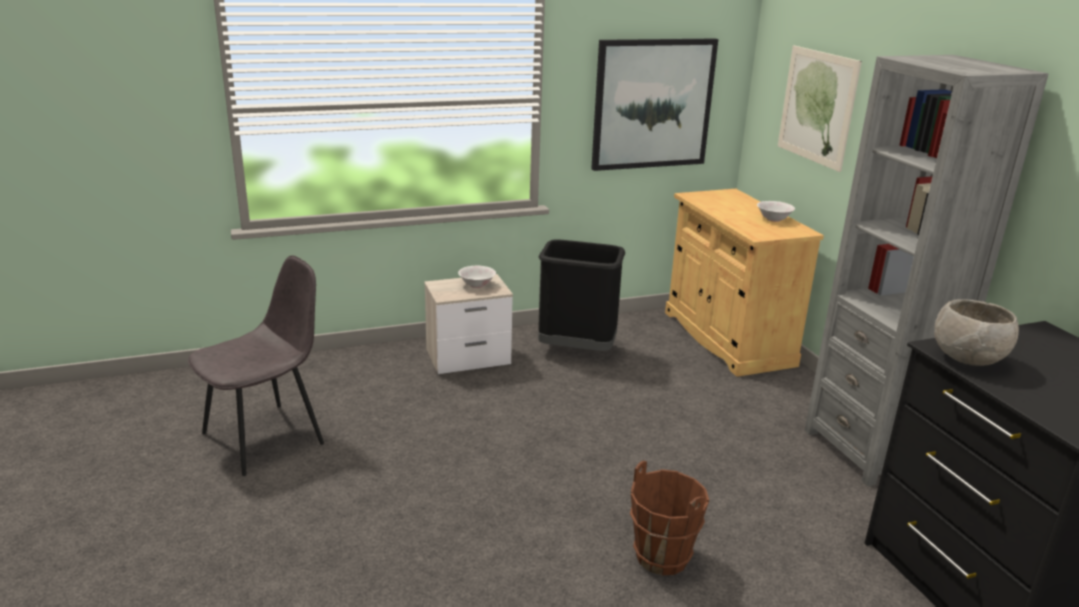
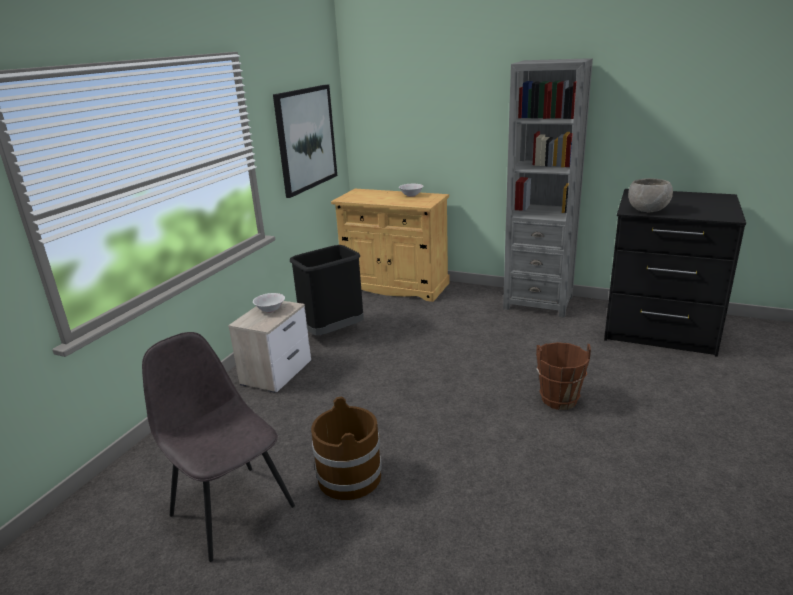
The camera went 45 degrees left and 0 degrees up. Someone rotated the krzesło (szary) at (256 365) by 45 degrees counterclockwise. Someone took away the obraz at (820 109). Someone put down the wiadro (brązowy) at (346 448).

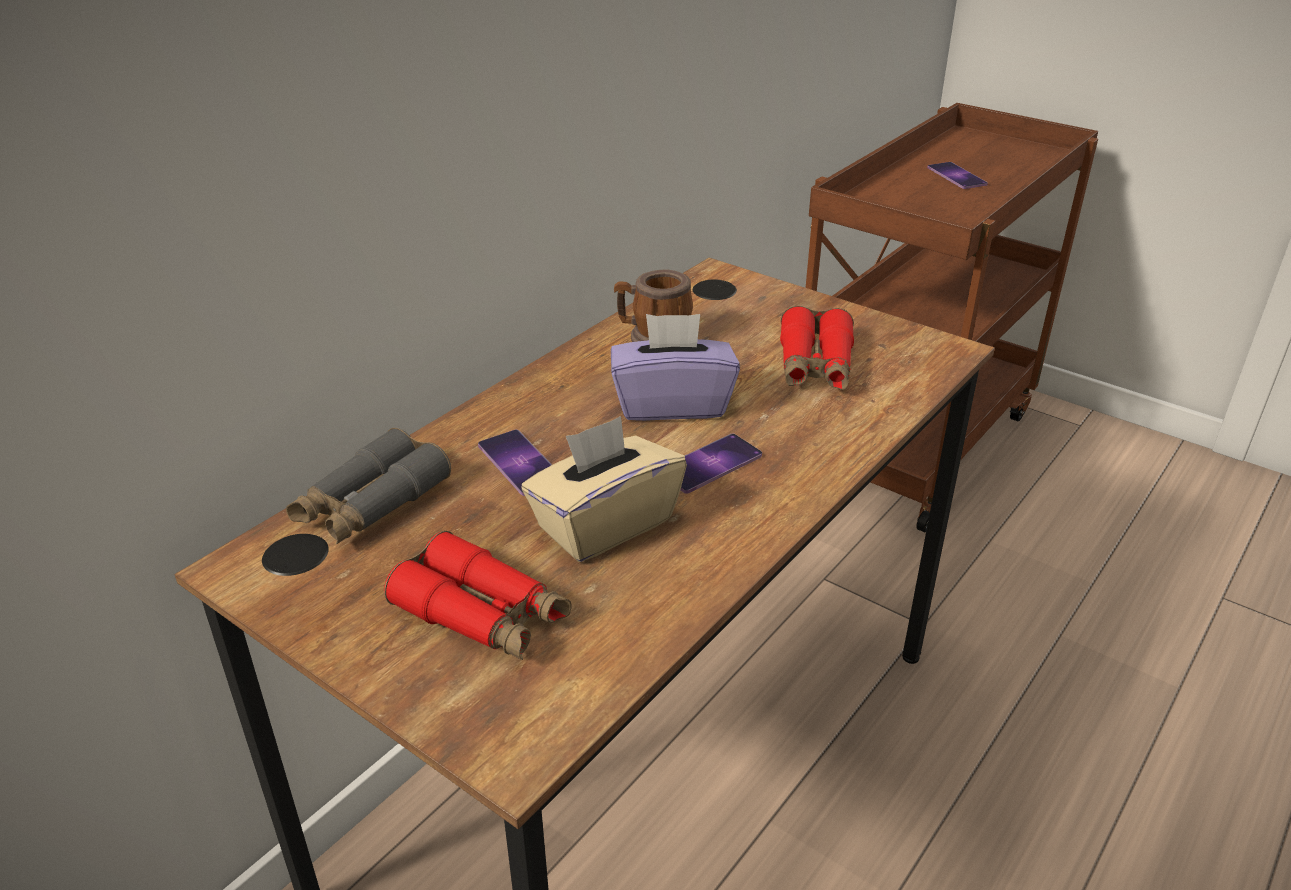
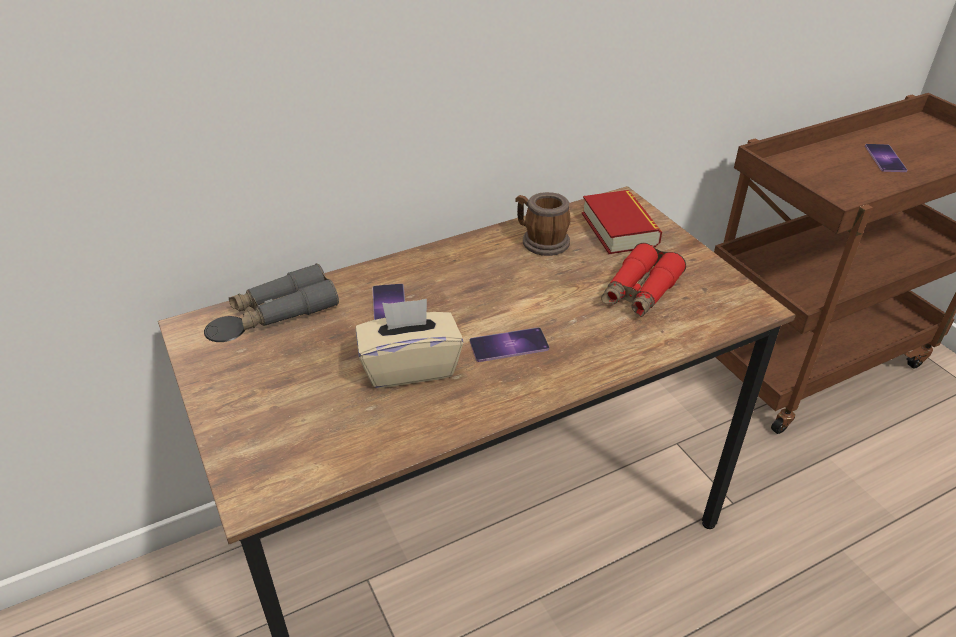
The camera went 25 degrees right and 5 degrees up. Someone took away the lornetka (czerwony) at (478 595). Someone took away the pudełko chusteczek (fioletowy) at (675 367). Someone put down the książka at (622 222).

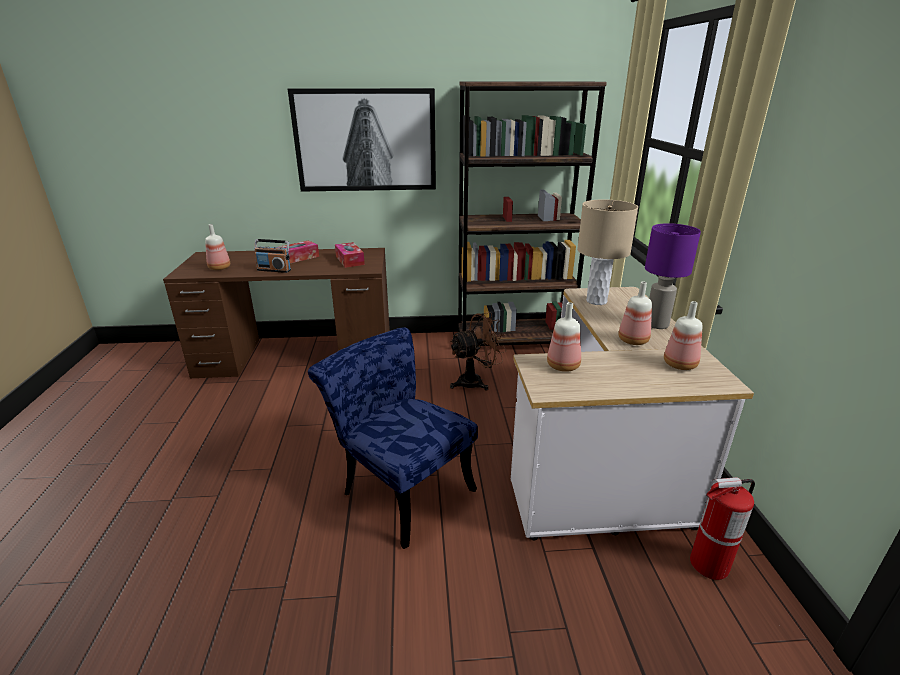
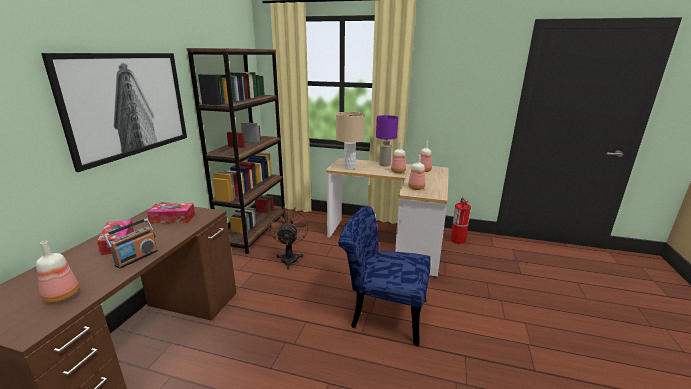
The camera went 70 degrees left and 5 degrees down. Someone rotated the krzesło (niebieski) at (393 438) by 45 degrees clockwise.

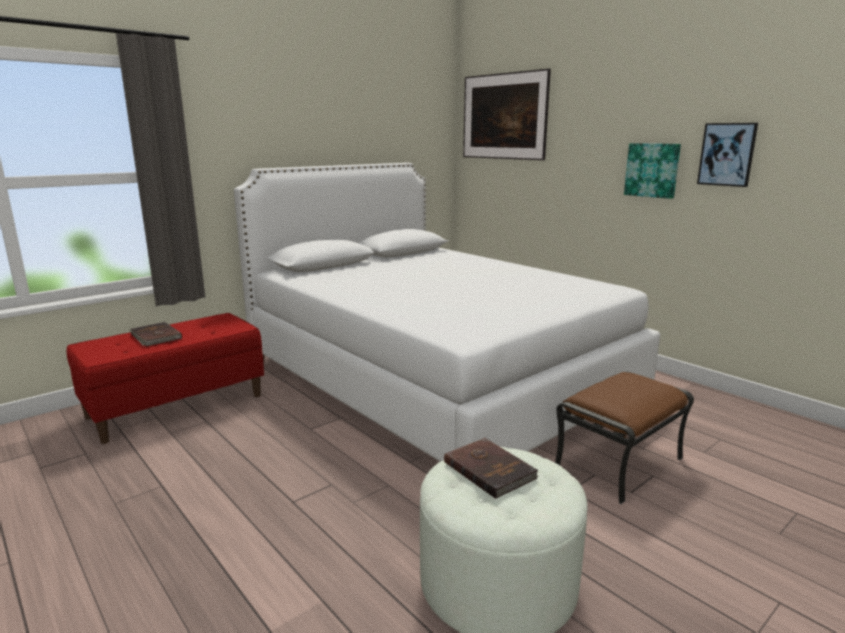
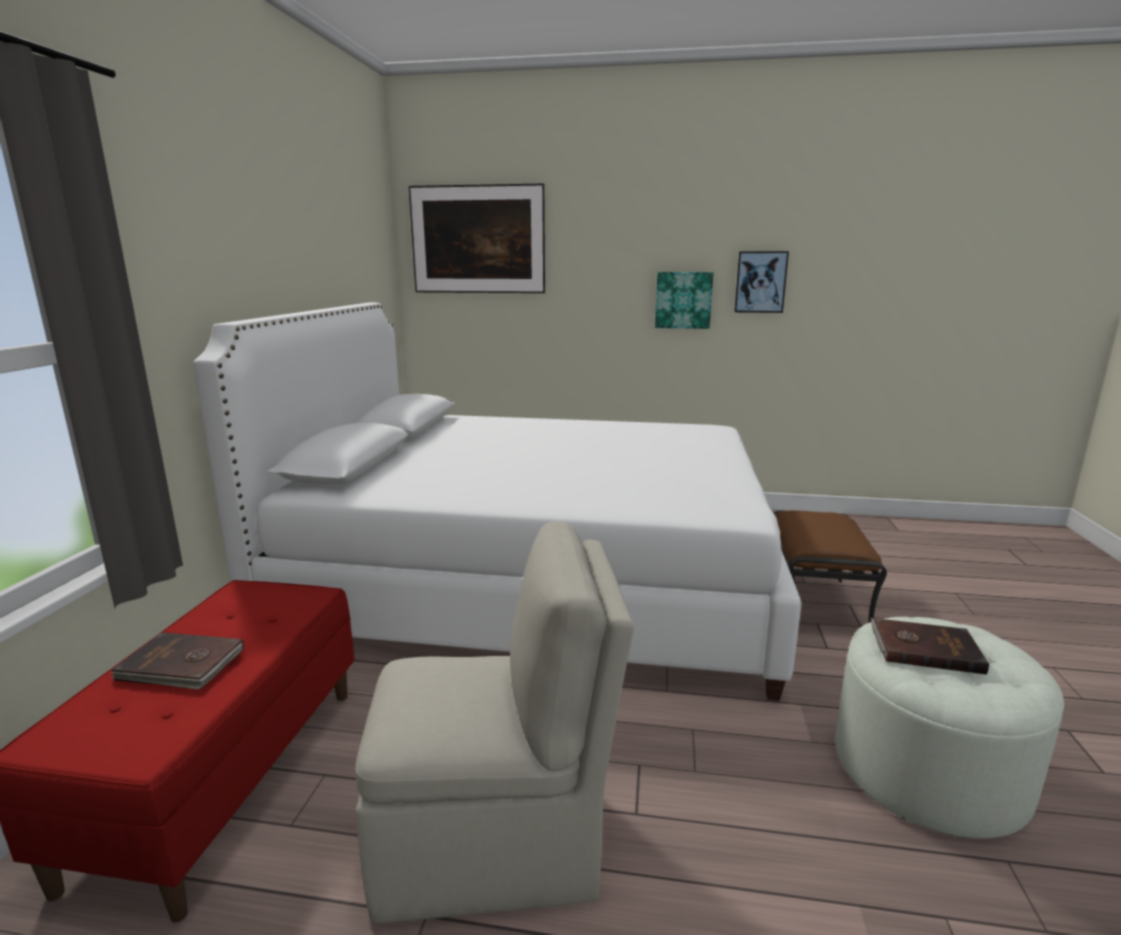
The camera went 40 degrees left and 0 degrees up. Someone put down the krzesło (beżowy) at (494 723).

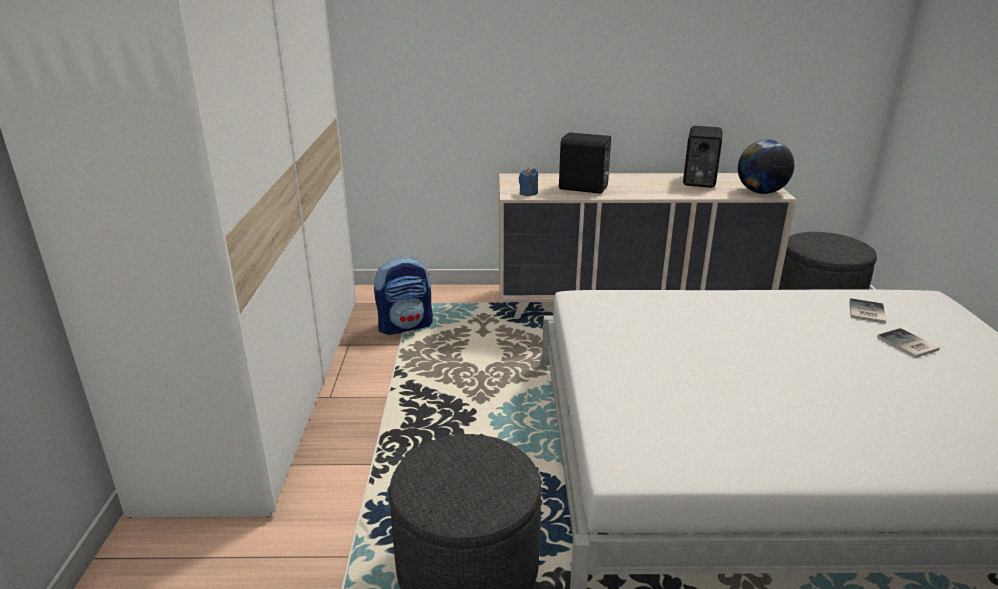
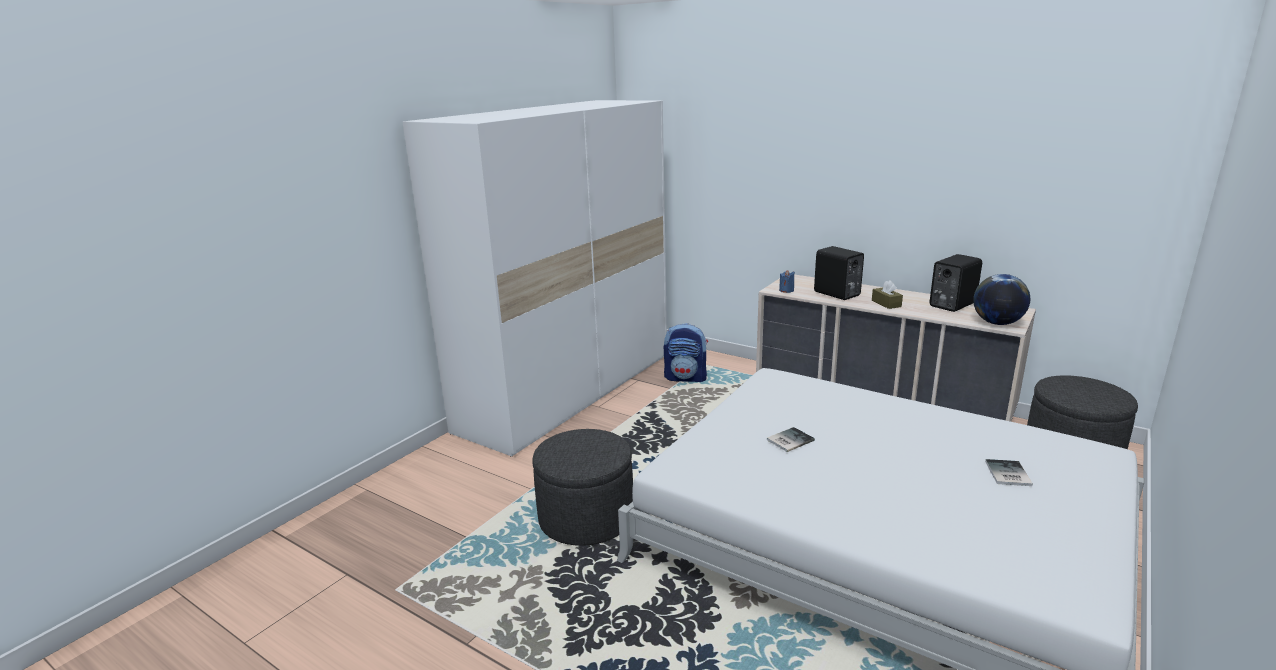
The camera went 35 degrees right and 5 degrees down. Someone carried the książka from (867 310) to (791 439). Someone put down the pudełko chusteczek (brązowy) at (887 294).

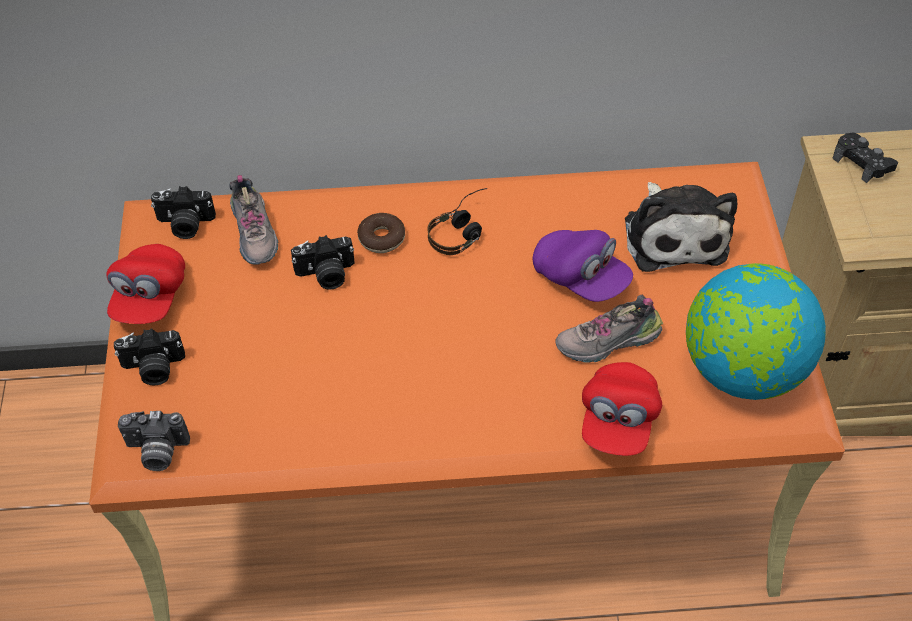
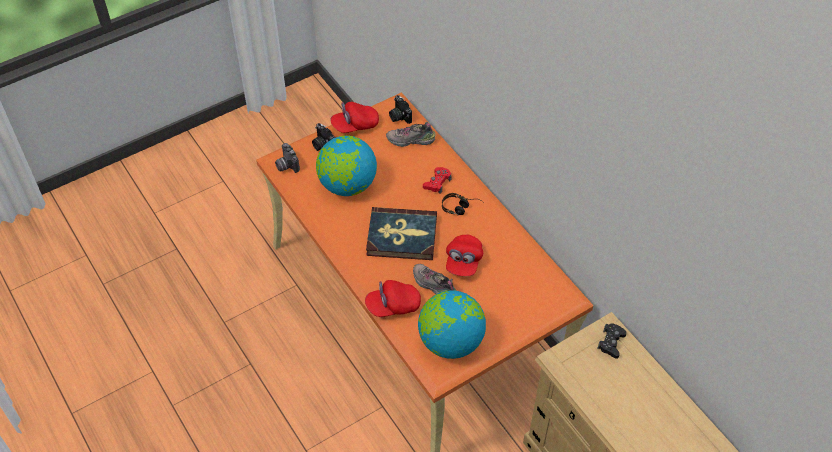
The camera went 60 degrees right and 0 degrees up. Someone rotated the but at (254 220) by 45 degrees clockwise. Someone took away the aparat fotograficzny at (322 262). Someone swapped the donut at (381 233) for the pad do gier (czerwony) at (437 180). Someone repainted the czapka z daszkiem (fioletowy) at (583 266), which became the czapka z daszkiem (czerwony) at (464 255). Someone took away the pluszak at (681 227). Someone put down the globus at (346 166). Someone put down the książka at (401 233).

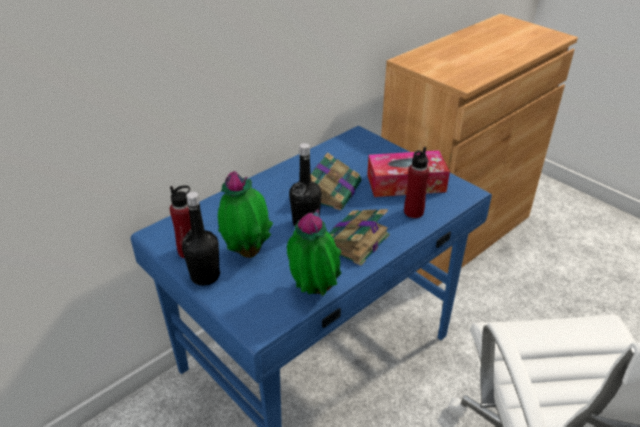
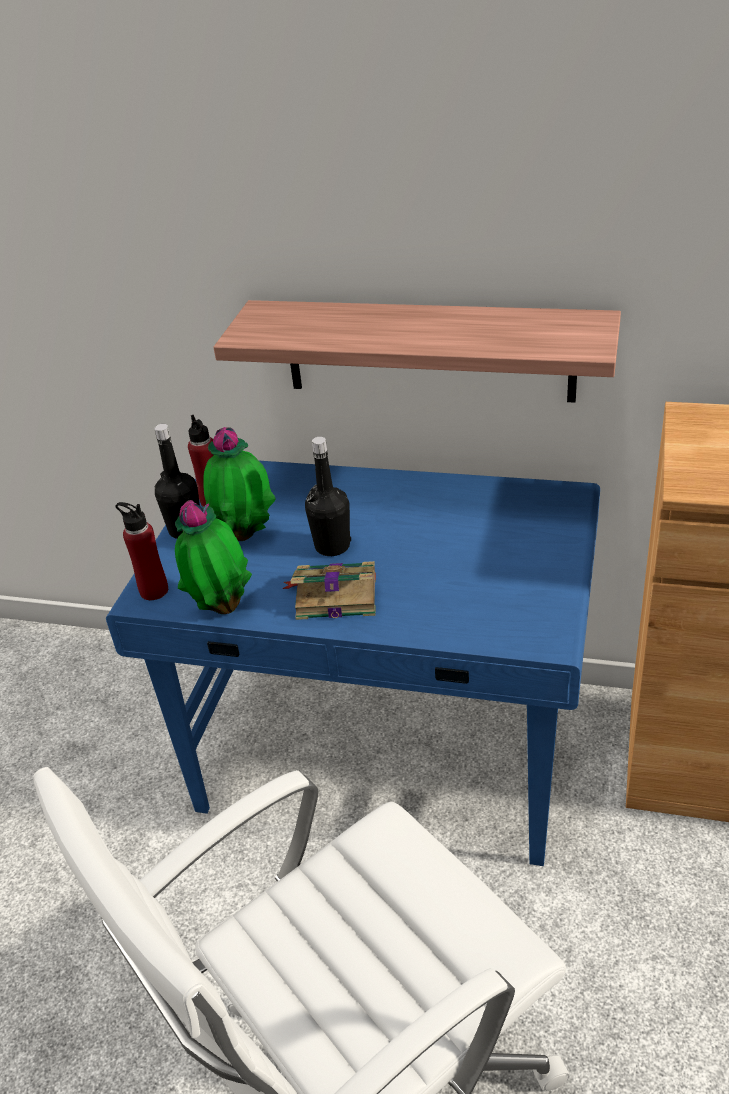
The camera went 60 degrees right and 0 degrees up. Someone took away the książka at (336 181). Someone took away the pudełko chusteczek at (408 173). Someone carried the butelka (czerwony) from (417 182) to (142 551). Someone put up the półka at (417 351).

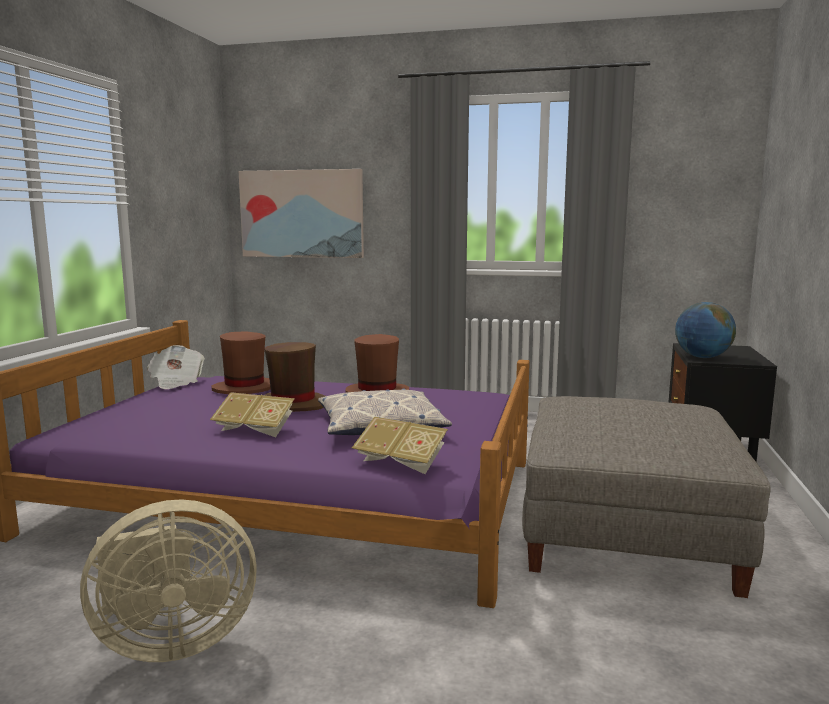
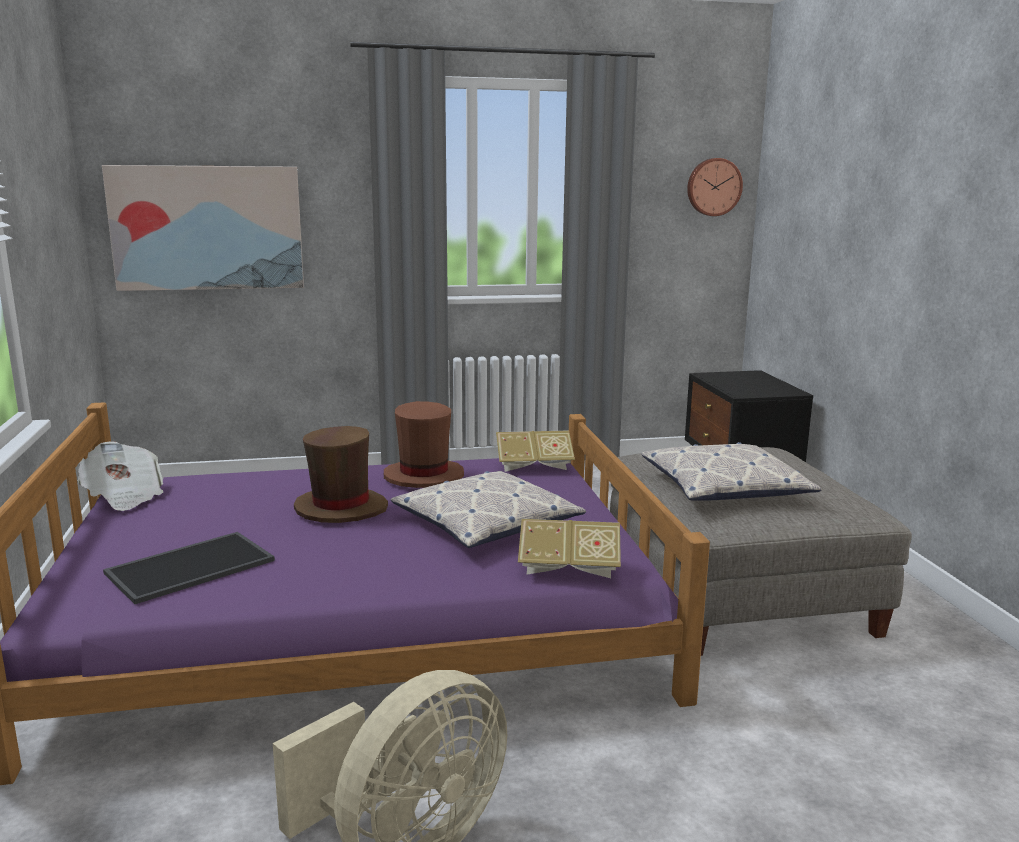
The camera went 25 degrees left and 5 degrees up. Someone carried the książka from (252 414) to (535 451). Someone took away the kapelusz (brązowy) at (241 362). Someone took away the globus at (705 330). Someone put down the taca at (189 568). Someone put down the poduszka at (731 471). Someone put up the zegar ścienny at (715 187).

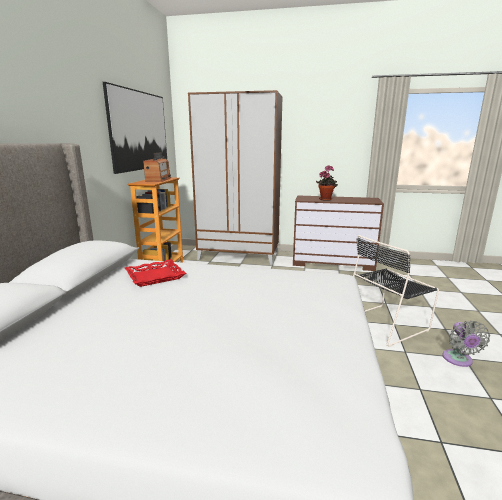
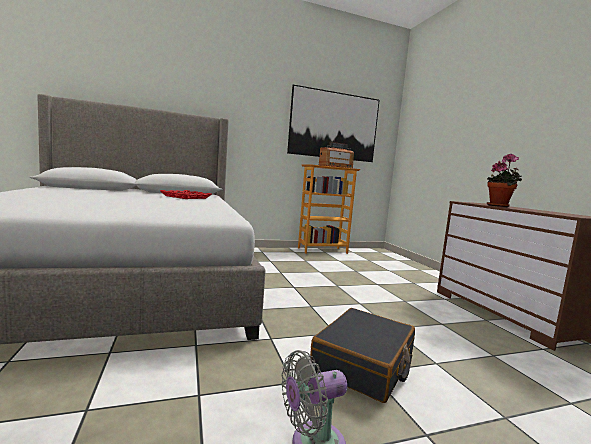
The camera went 60 degrees right and 10 degrees down. Someone took away the szafa (brązowy) at (235 177). Someone swapped the krzesło (czarny) at (396 291) for the walizka (czarny) at (362 355).

